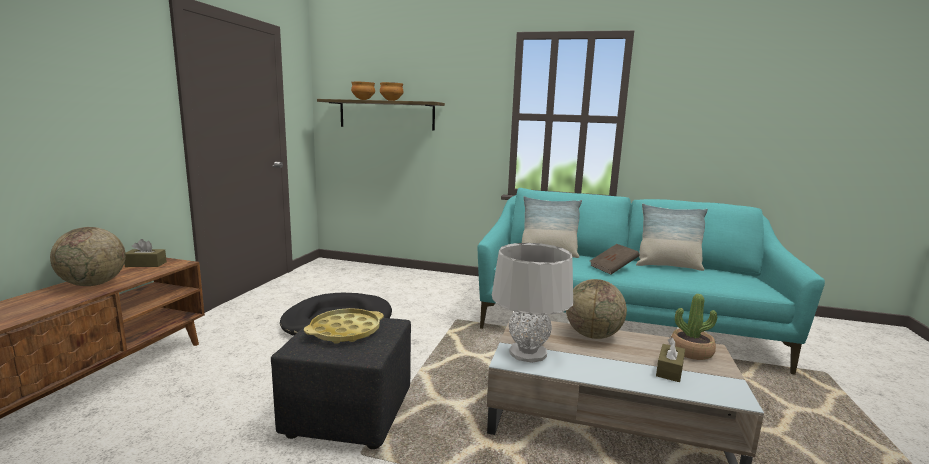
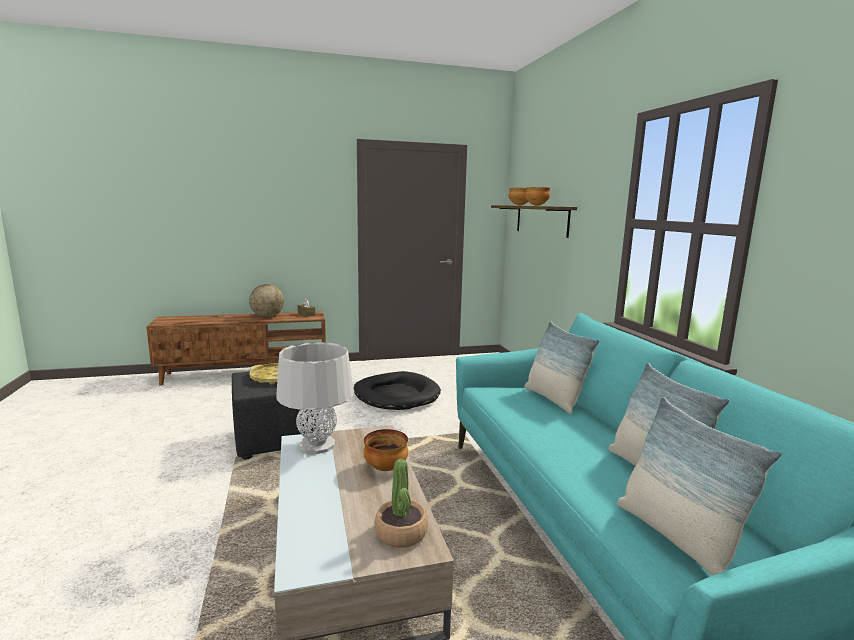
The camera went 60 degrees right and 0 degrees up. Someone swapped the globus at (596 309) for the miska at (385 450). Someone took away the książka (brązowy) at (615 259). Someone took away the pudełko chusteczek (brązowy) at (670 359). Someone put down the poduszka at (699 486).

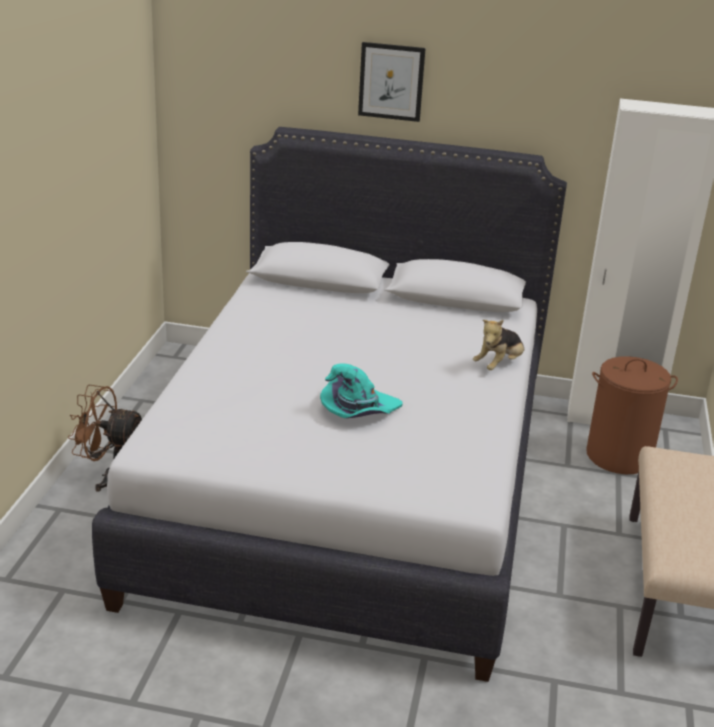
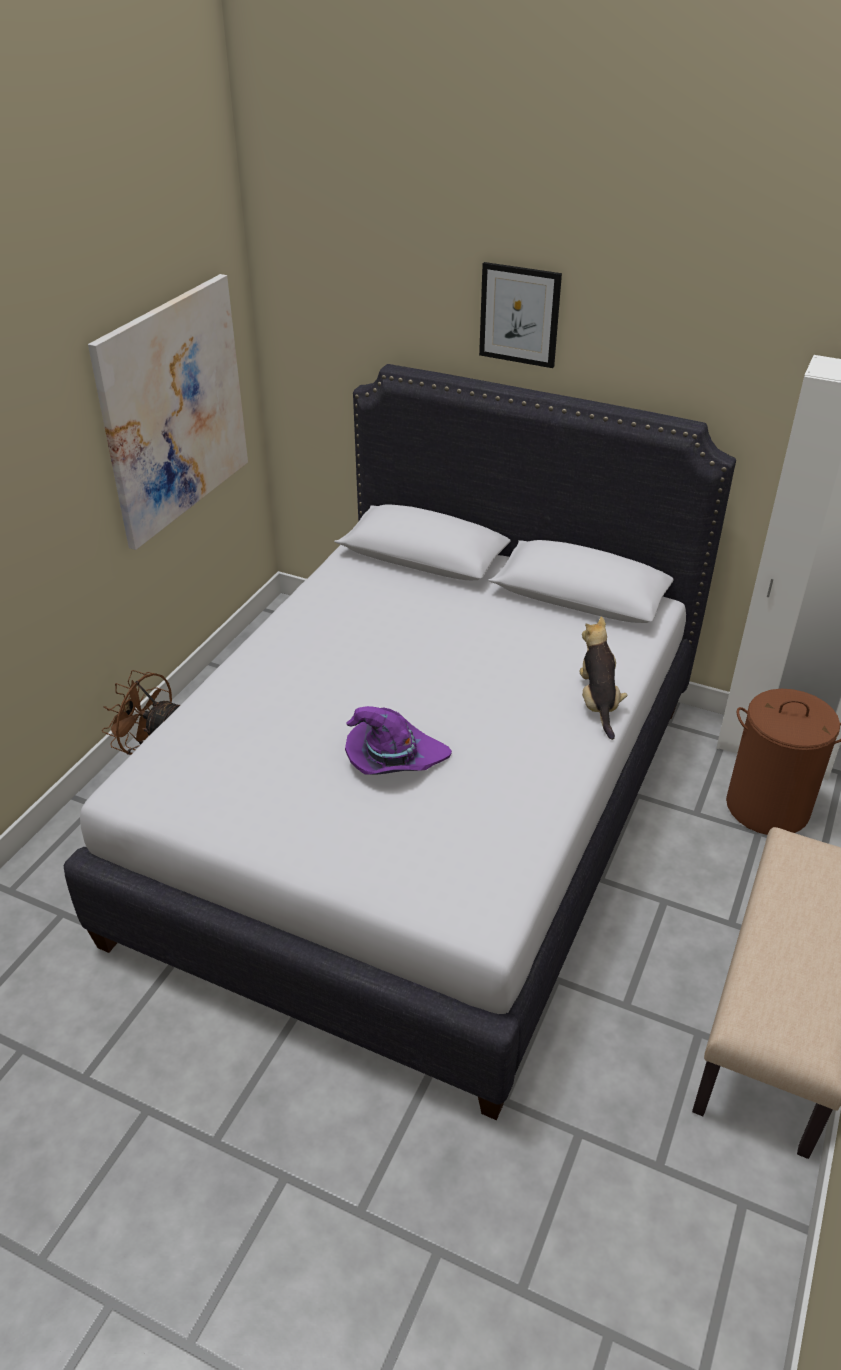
The camera went 15 degrees right and 10 degrees up. Someone repainted the kapelusz (turkusowy) at (361 390), which became the kapelusz (fioletowy) at (398 740). Someone rotated the pluszak at (498 345) by 120 degrees clockwise. Someone put up the obraz at (168 412).

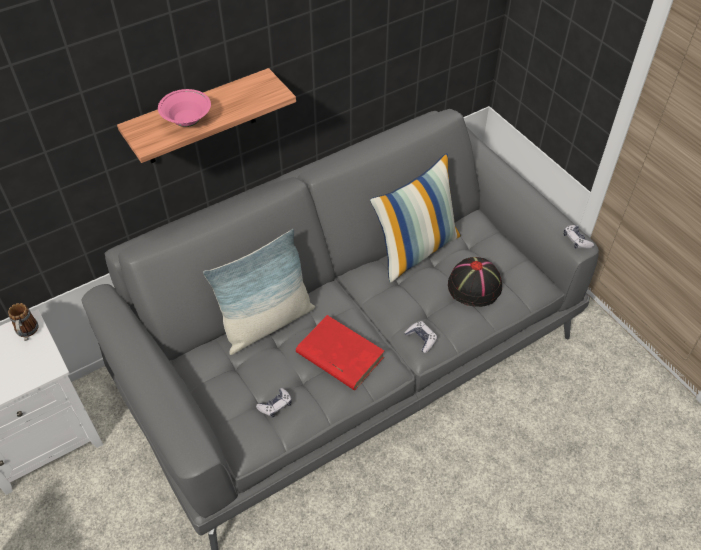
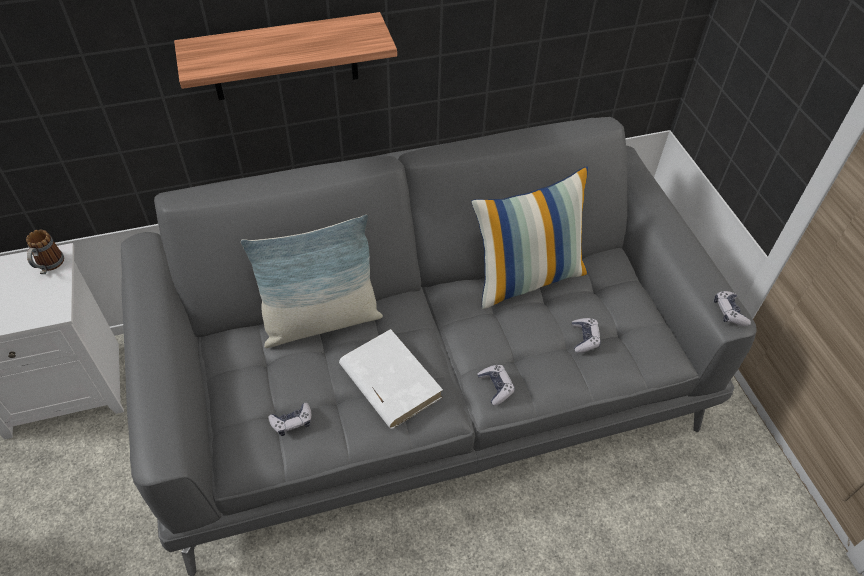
The camera went 15 degrees right and 0 degrees up. Someone took away the miska (różowy) at (184 108). Someone repainted the książka (czerwony) at (340 352), which became the książka (biały) at (391 379). Someone swapped the kapelusz (czarny) at (475 282) for the pad do gier at (586 335).

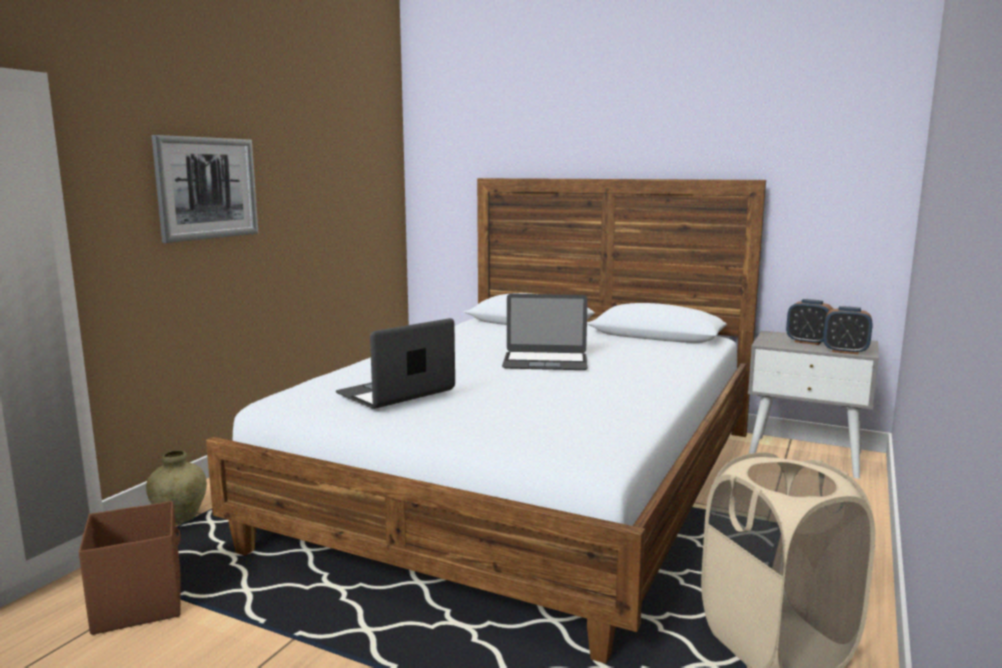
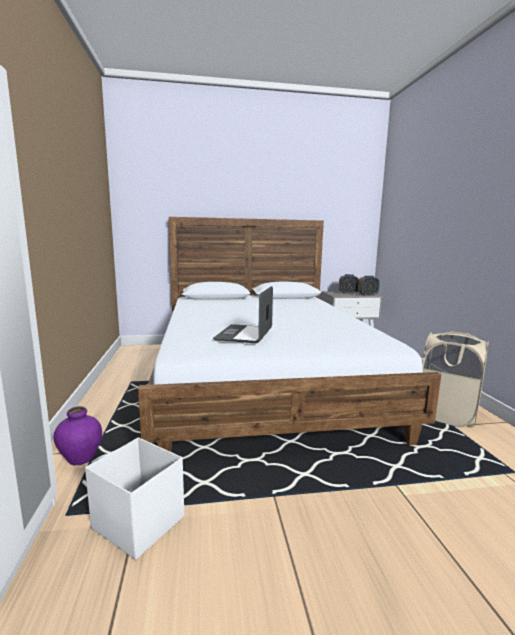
The camera went 35 degrees left and 0 degrees up. Someone repainted the pojemnik do przechowywania (brązowy) at (130 568), which became the pojemnik do przechowywania (biały) at (134 498). Someone repainted the wazon (beżowy) at (176 487), which became the wazon (fioletowy) at (77 436). Someone took away the obraz at (204 189). Someone took away the laptop at (545 332).

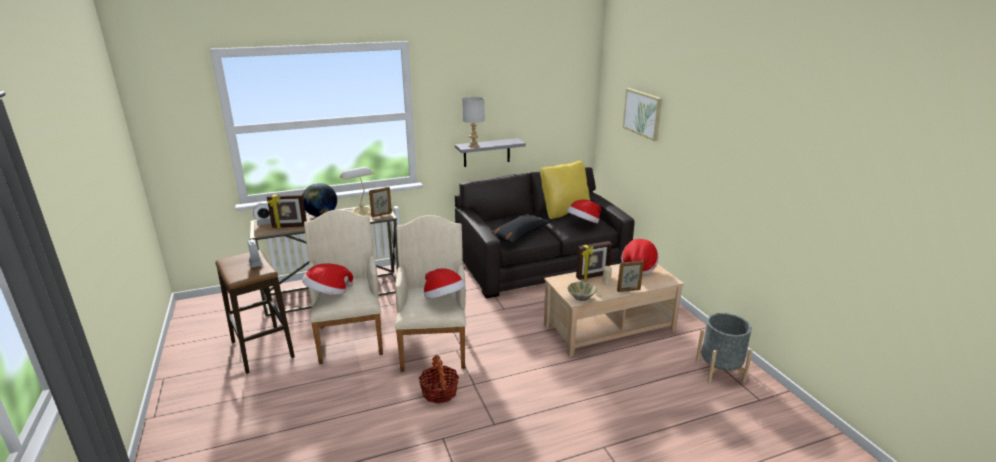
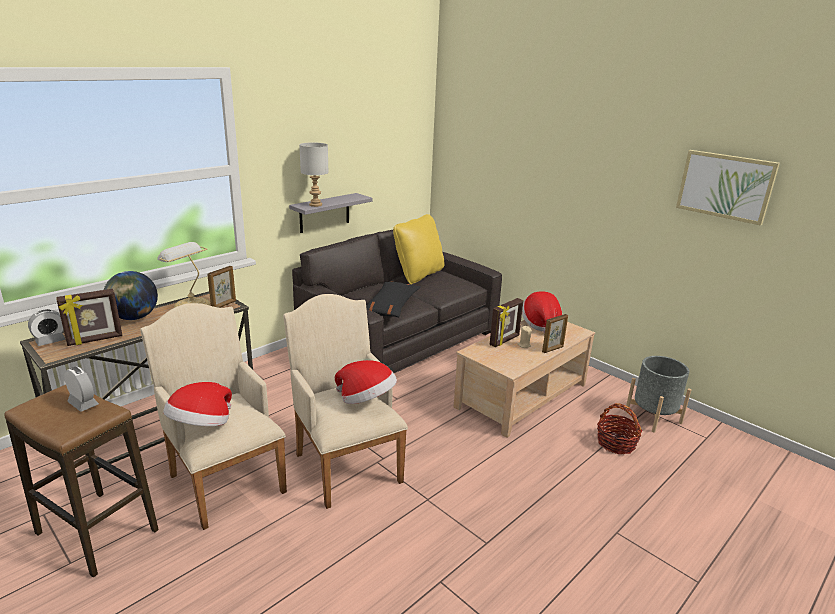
The camera went 25 degrees left and 0 degrees up. Someone carried the koszyk from (439 379) to (620 428). Someone took away the kapelusz at (584 211). Someone took away the miska (beżowy) at (581 291). Someone carried the obraz from (642 114) to (728 188).

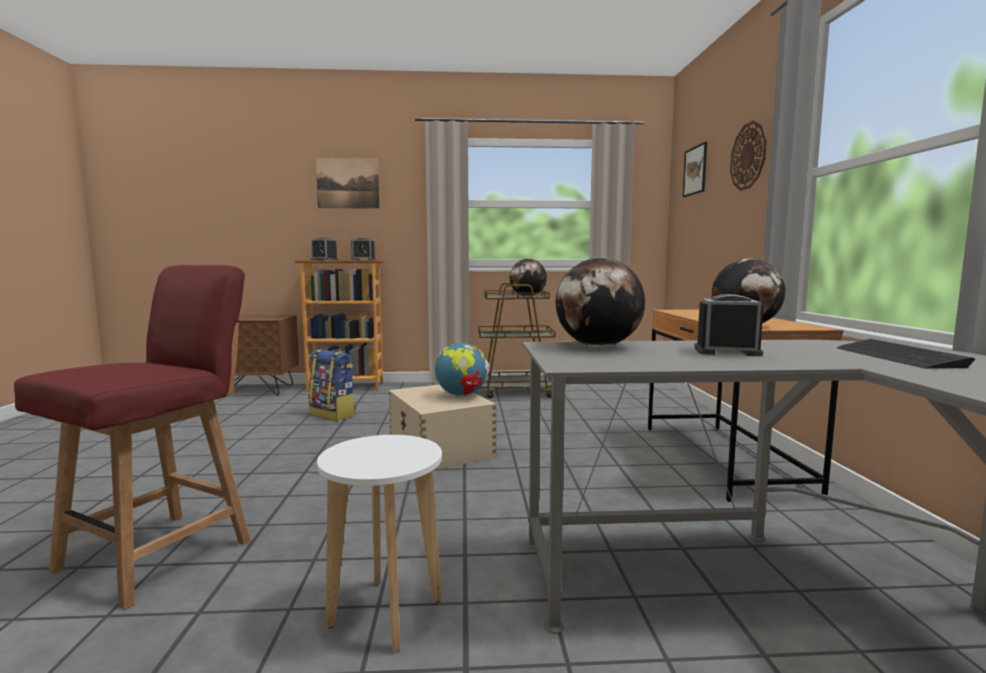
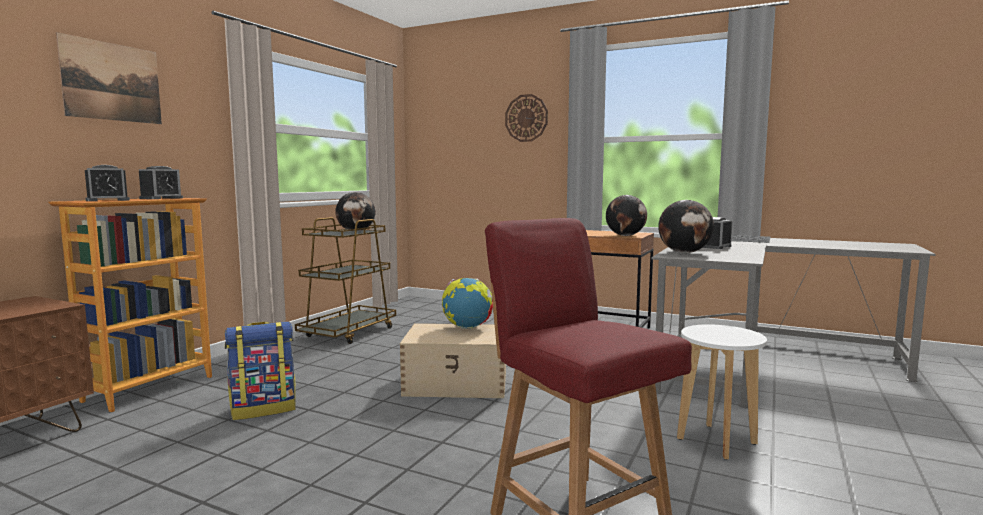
The camera went 60 degrees left and 0 degrees up. Someone took away the obraz at (695 169).

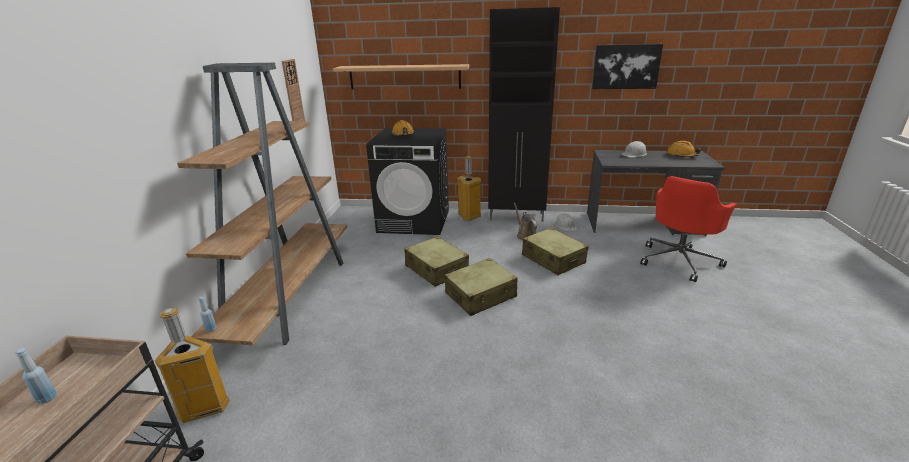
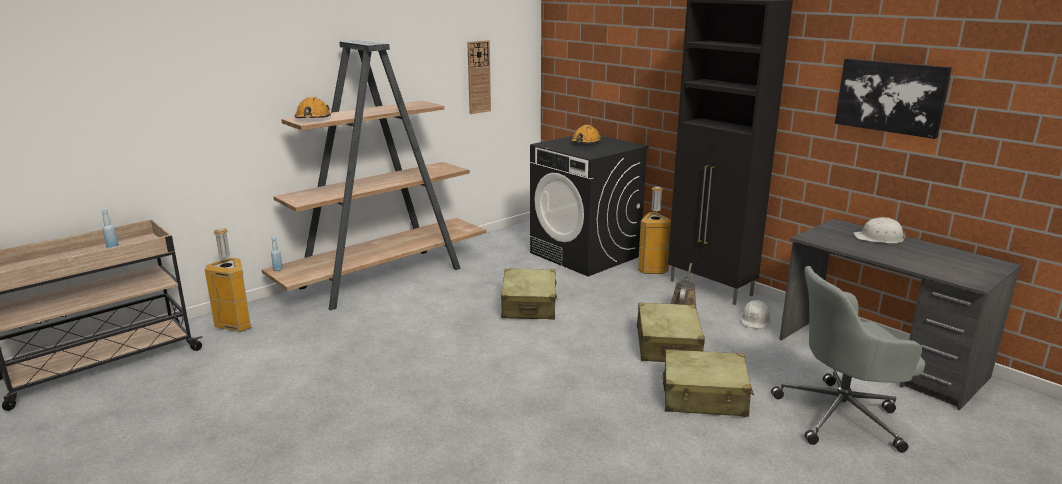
The camera went 40 degrees right and 5 degrees down. Someone took away the półka at (401 77). Someone carried the walizka (beżowy) from (480 287) to (708 383). Someone repainted the krzesło biurowe (czerwony) at (688 229), which became the krzesło biurowe (szary) at (848 359). Someone carried the kask (pomarańczowy) from (684 149) to (313 107).

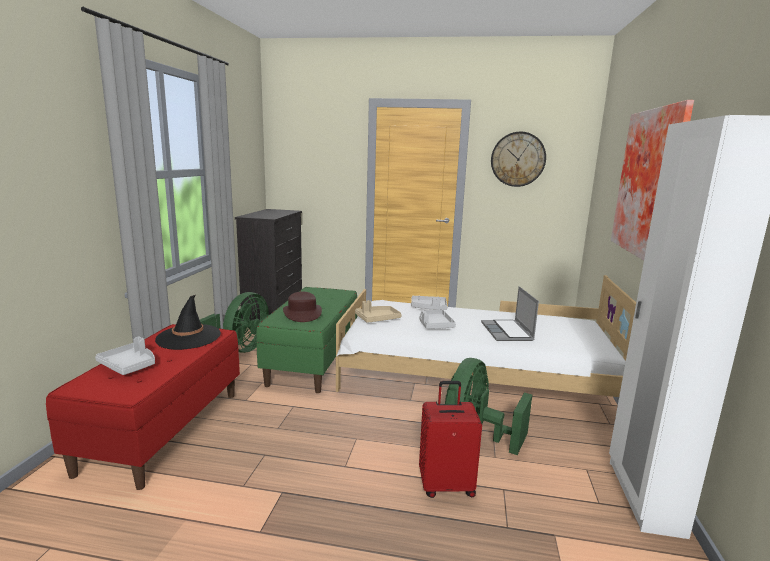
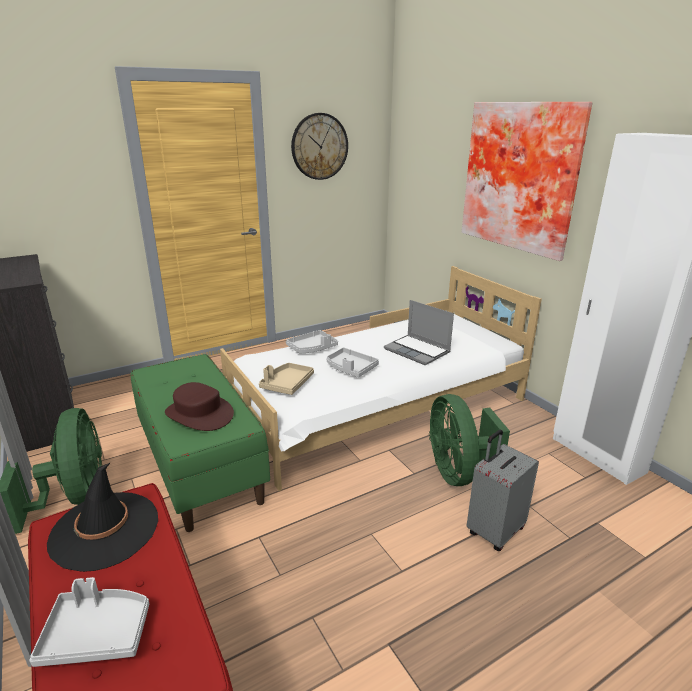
The camera went 40 degrees left and 10 degrees up. Someone repainted the walizka (czerwony) at (450 439), which became the walizka (szary) at (503 490).

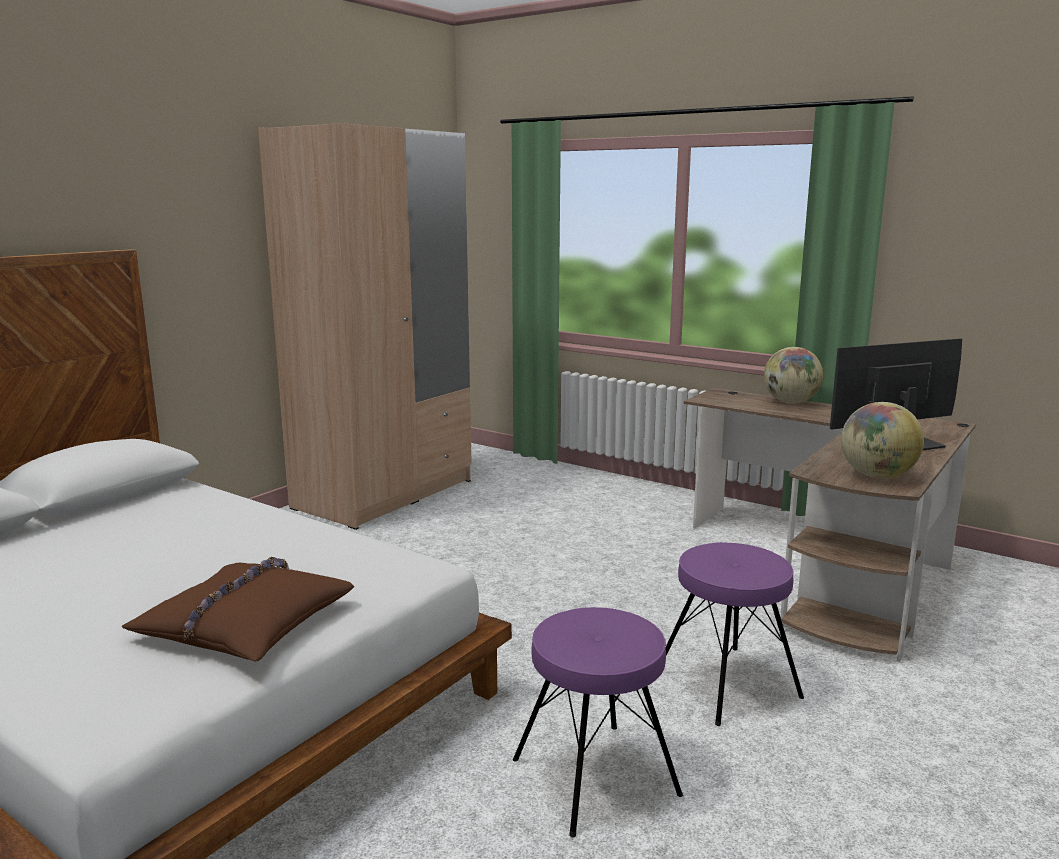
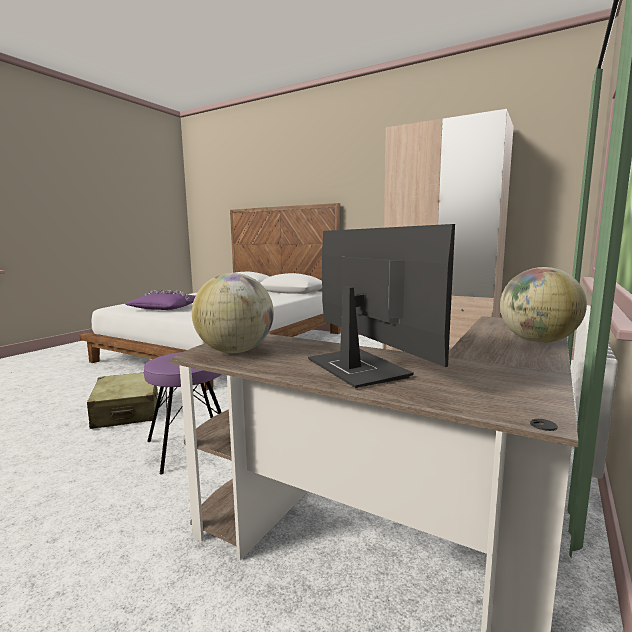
The camera went 85 degrees right and 5 degrees down. Someone repainted the poduszka (brązowy) at (237 609), which became the poduszka (fioletowy) at (160 300). Someone swapped the stołek (fioletowy) at (598 722) for the walizka (beżowy) at (122 401).

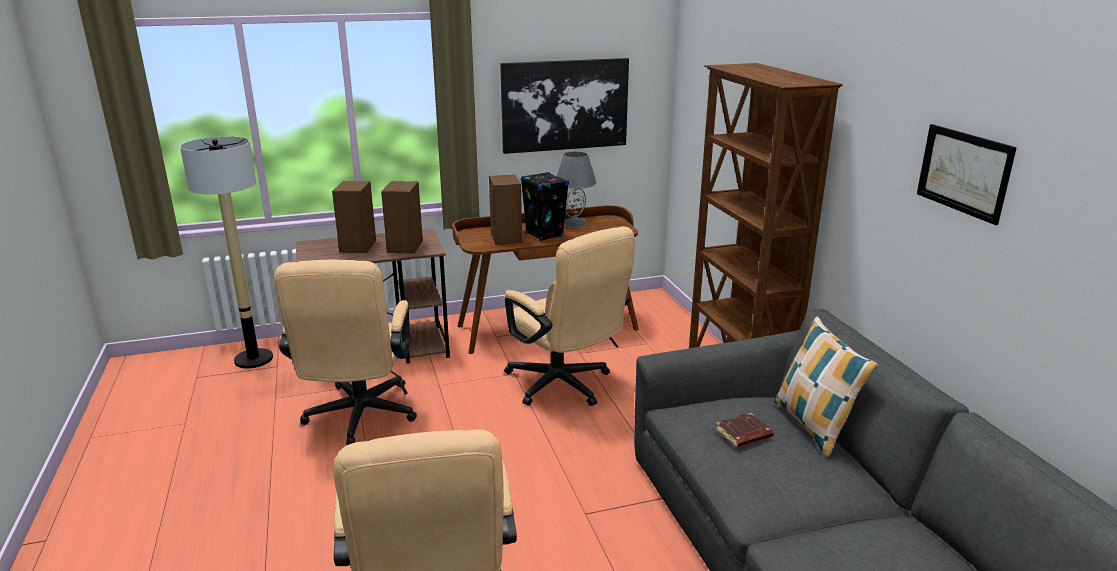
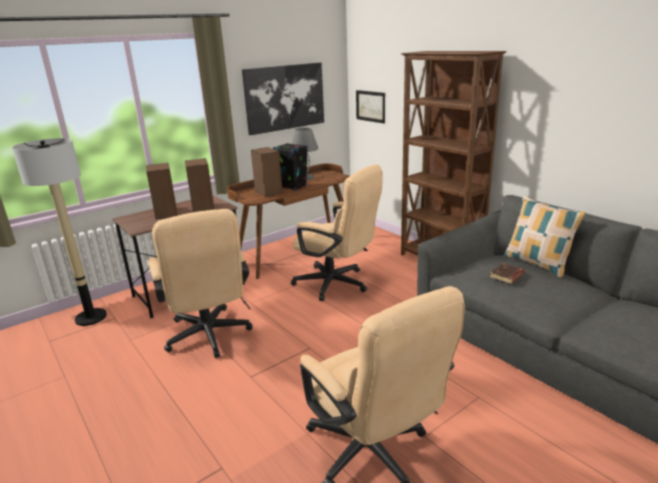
The camera went 20 degrees left and 0 degrees up. Someone carried the obraz from (967 174) to (370 106).

